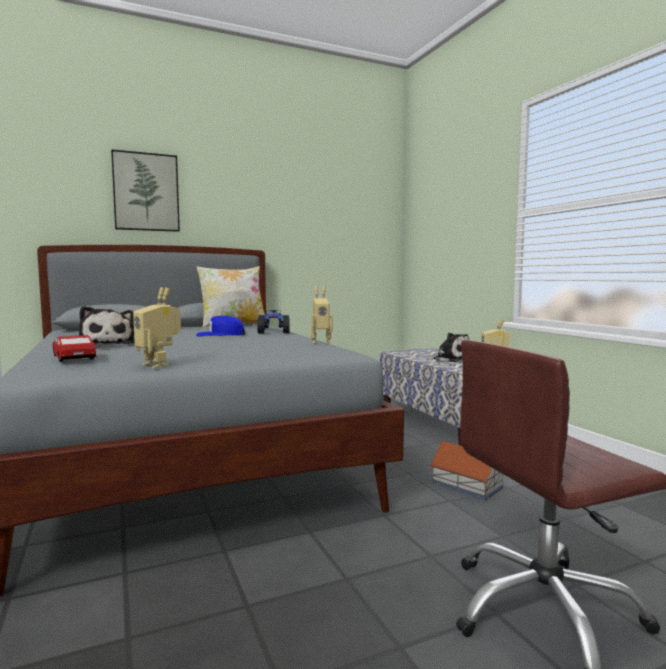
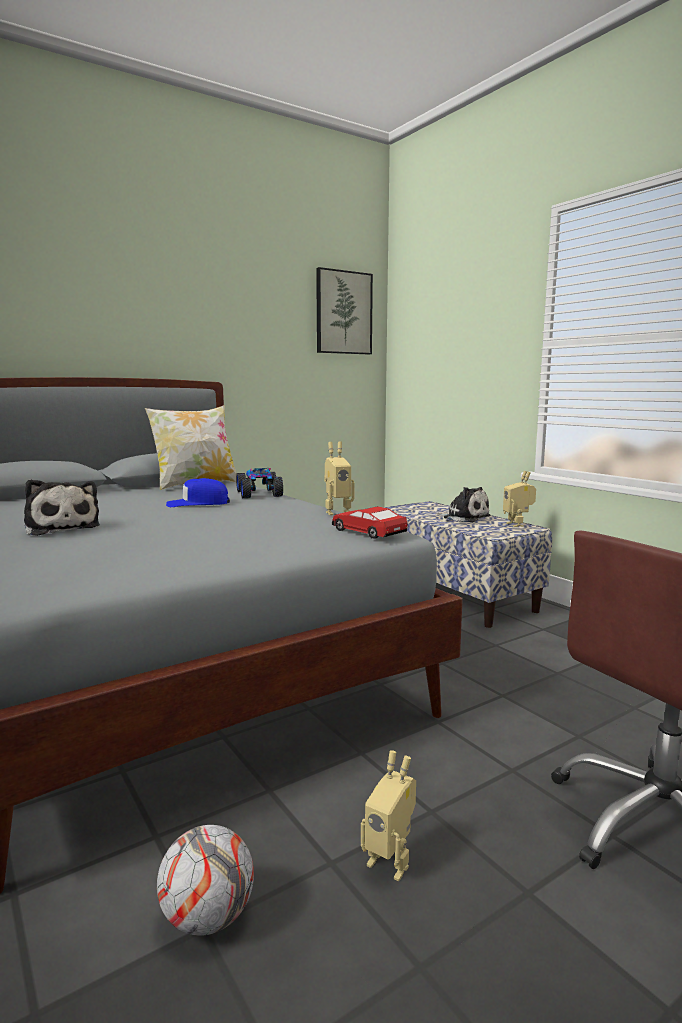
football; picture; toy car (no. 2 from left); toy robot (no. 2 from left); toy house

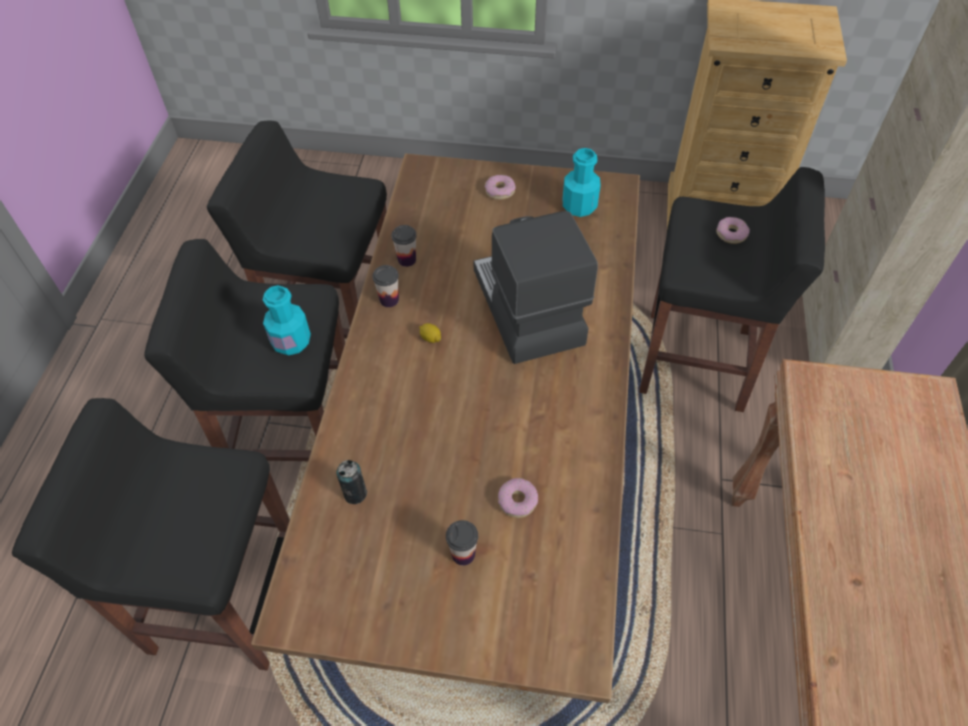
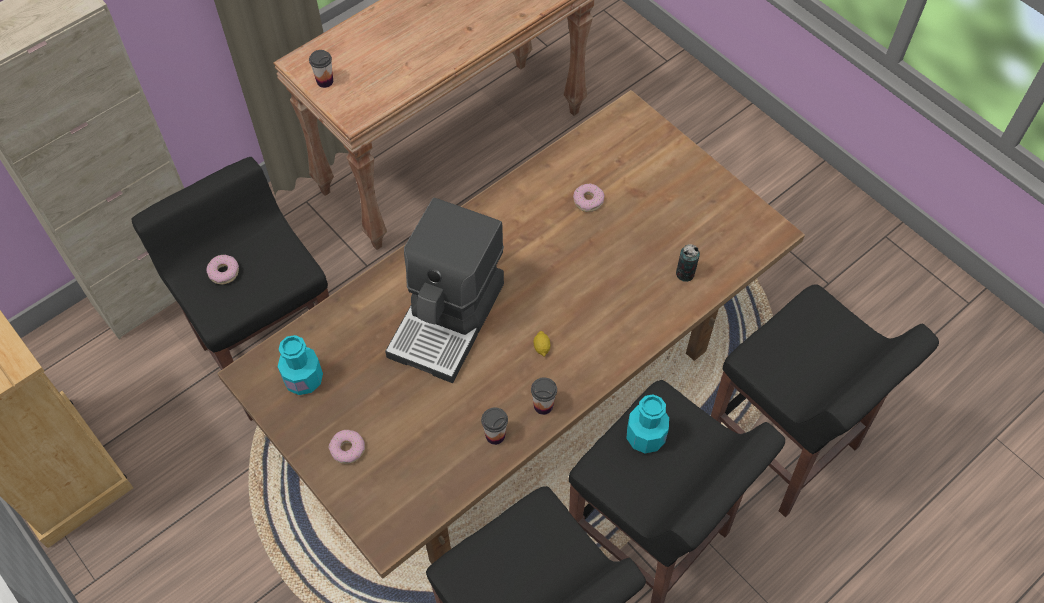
cup (no. 1 from left)

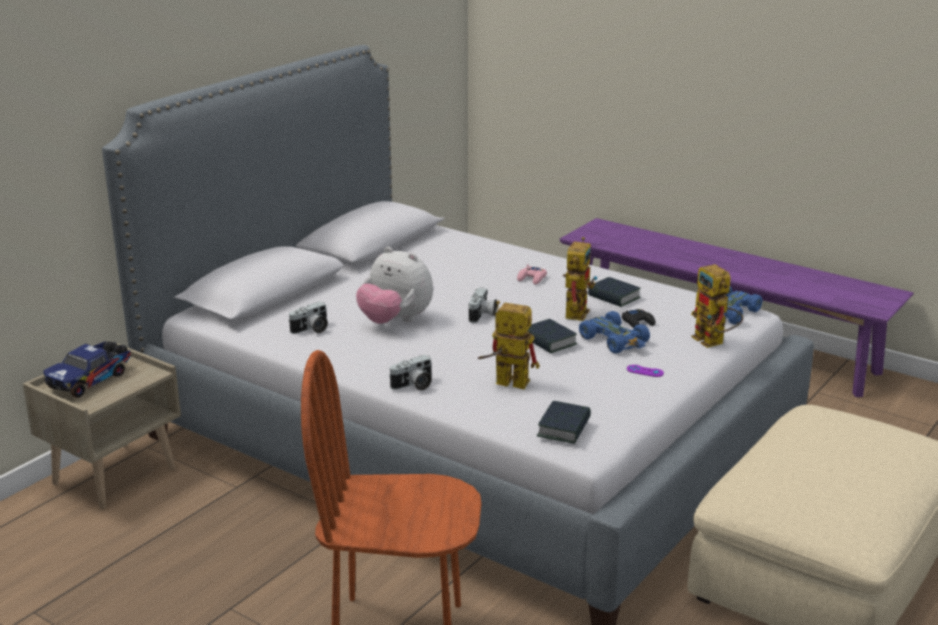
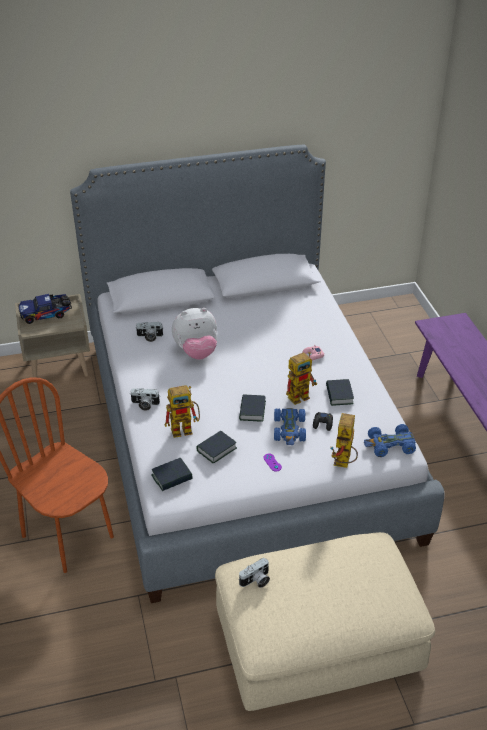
toy robot (no. 1 from left); plush toy; book (no. 2 from left); photo camera (no. 3 from left)

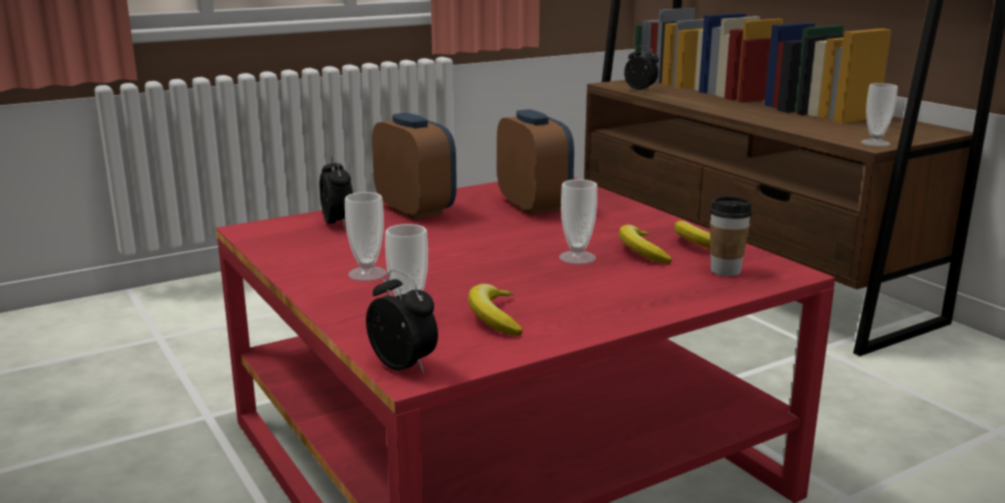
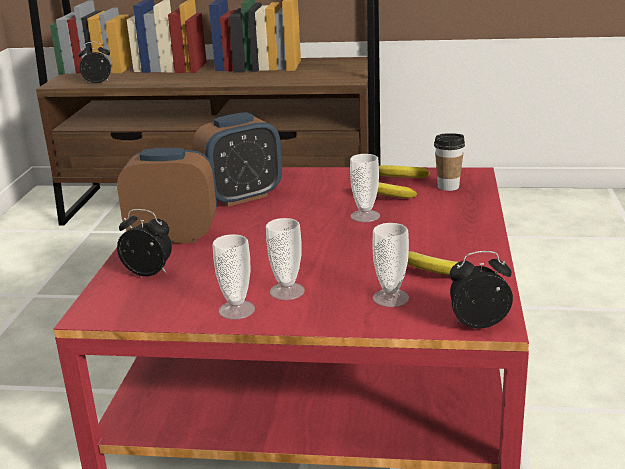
alarm clock (no. 4 from left); cup (no. 1 from left)

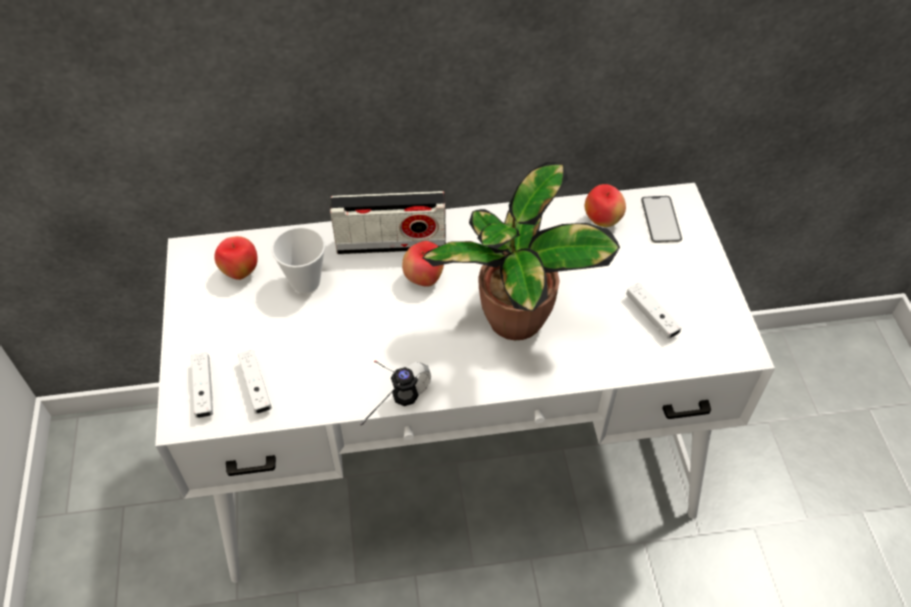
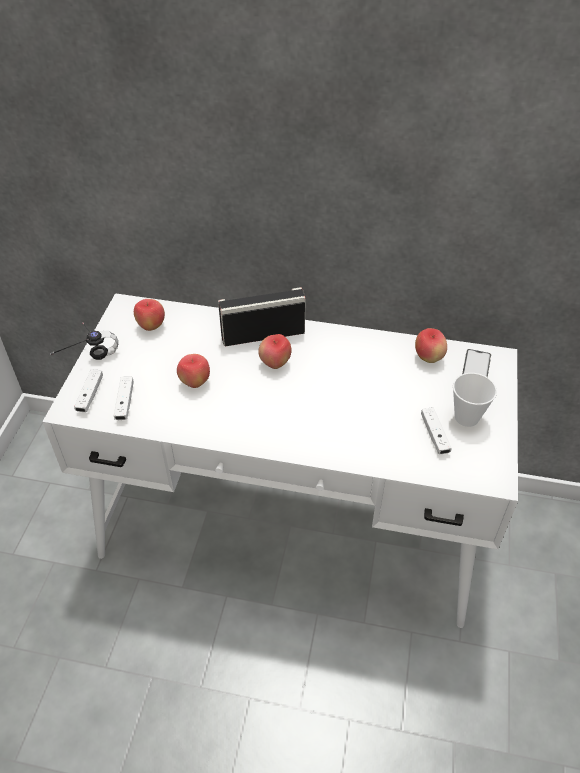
headphones; apple (no. 2 from left); radio; cup; potted plant

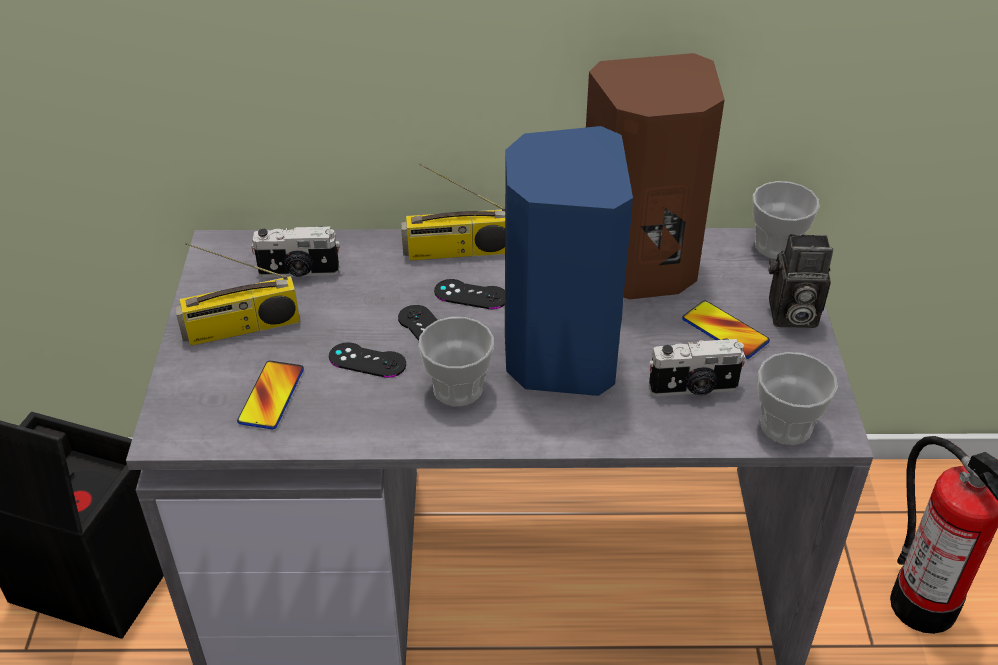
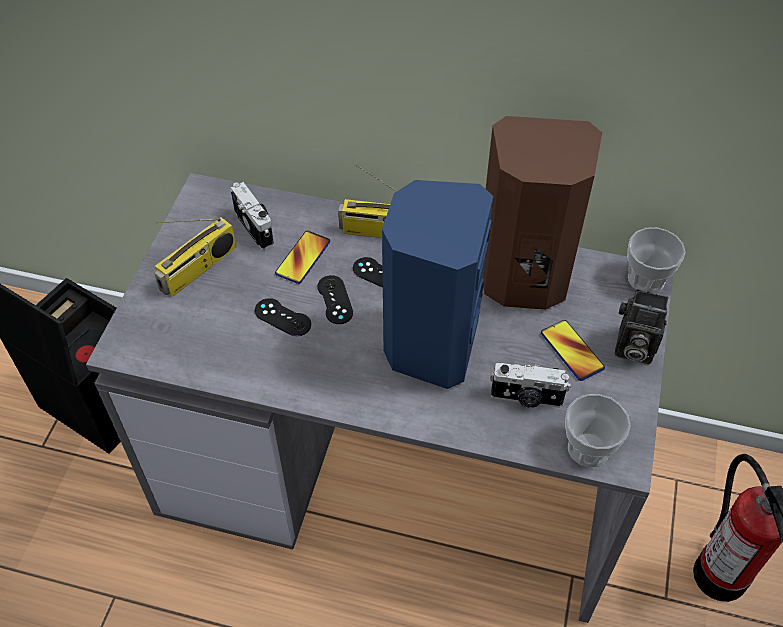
radio (no. 1 from left); photo camera (no. 1 from left); phone (no. 1 from left); cup (no. 1 from left in the first image)

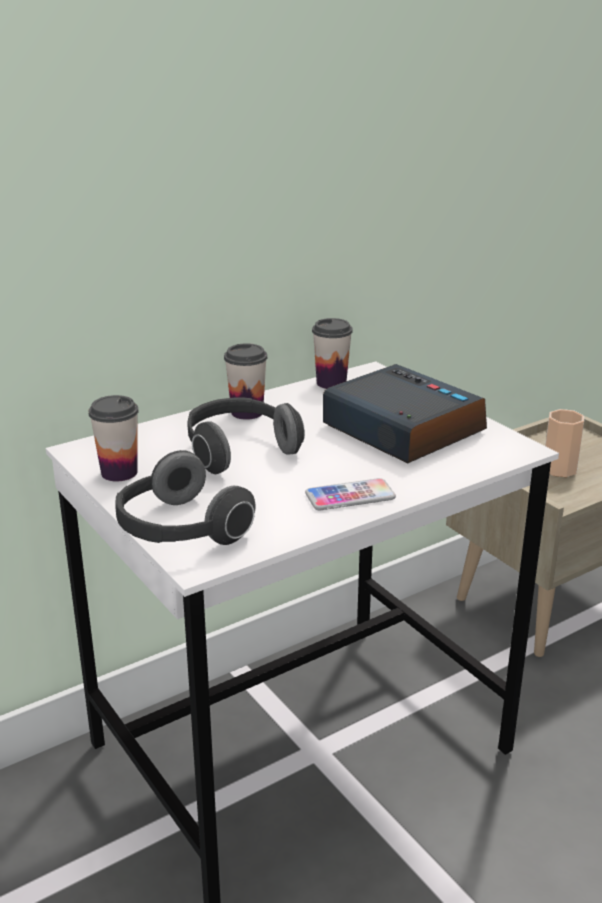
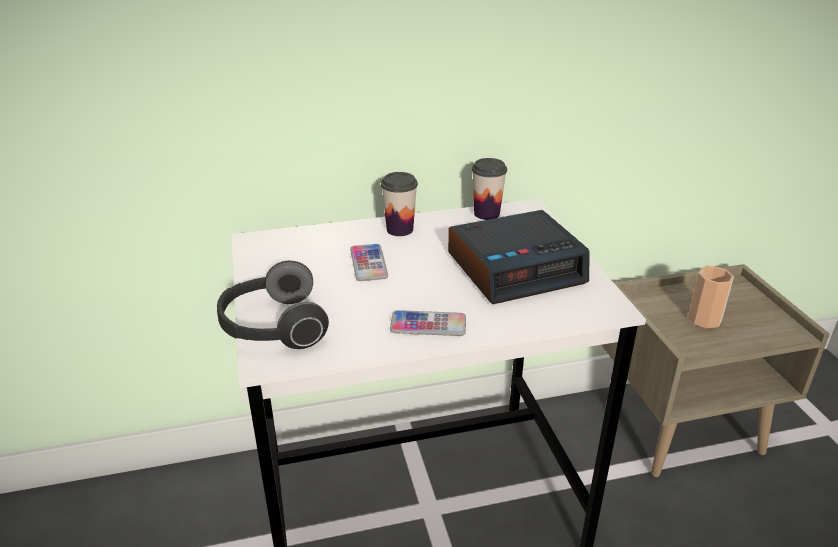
phone (no. 1 from left); alarm clock; cup (no. 1 from left in the first image)

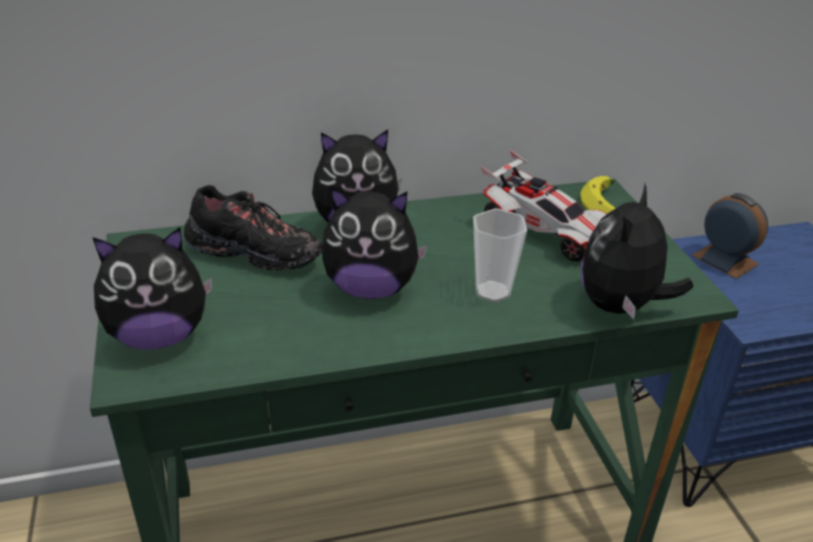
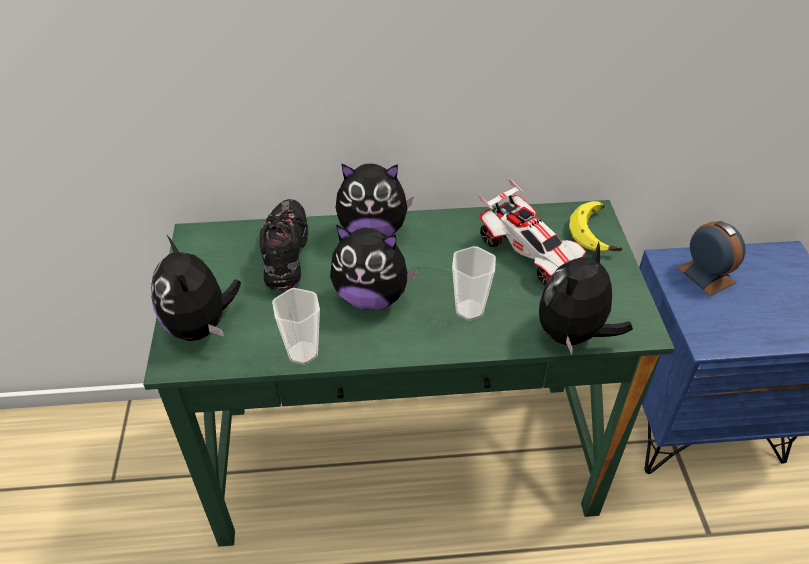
plush toy (no. 1 from left); black shoe; cup (no. 1 from left)

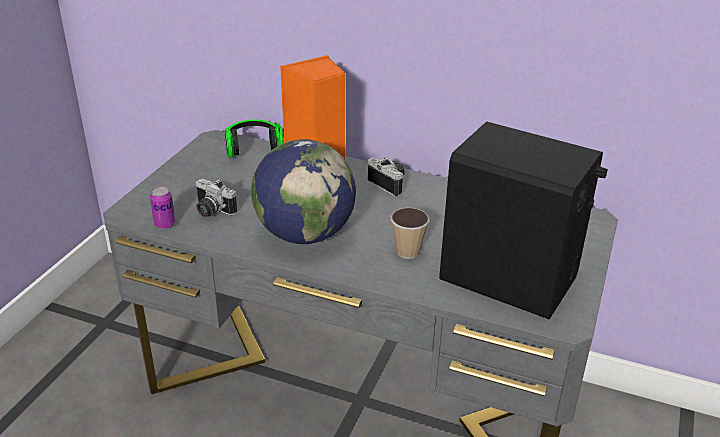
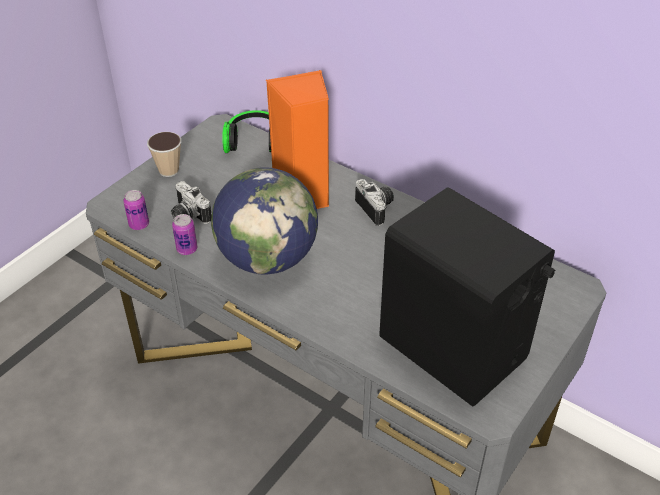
cup; can (no. 2 from left)

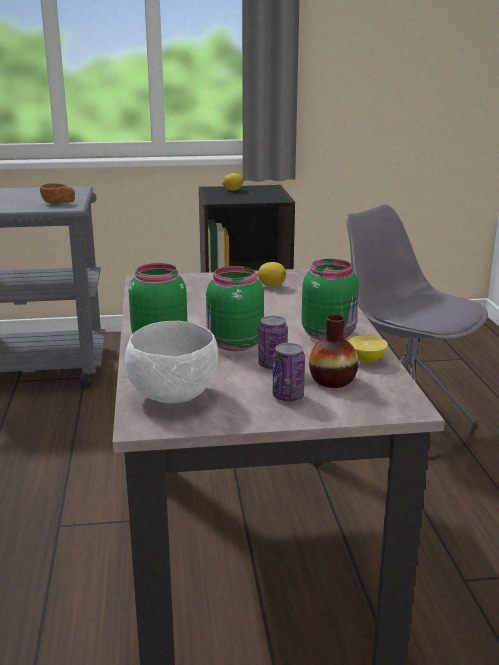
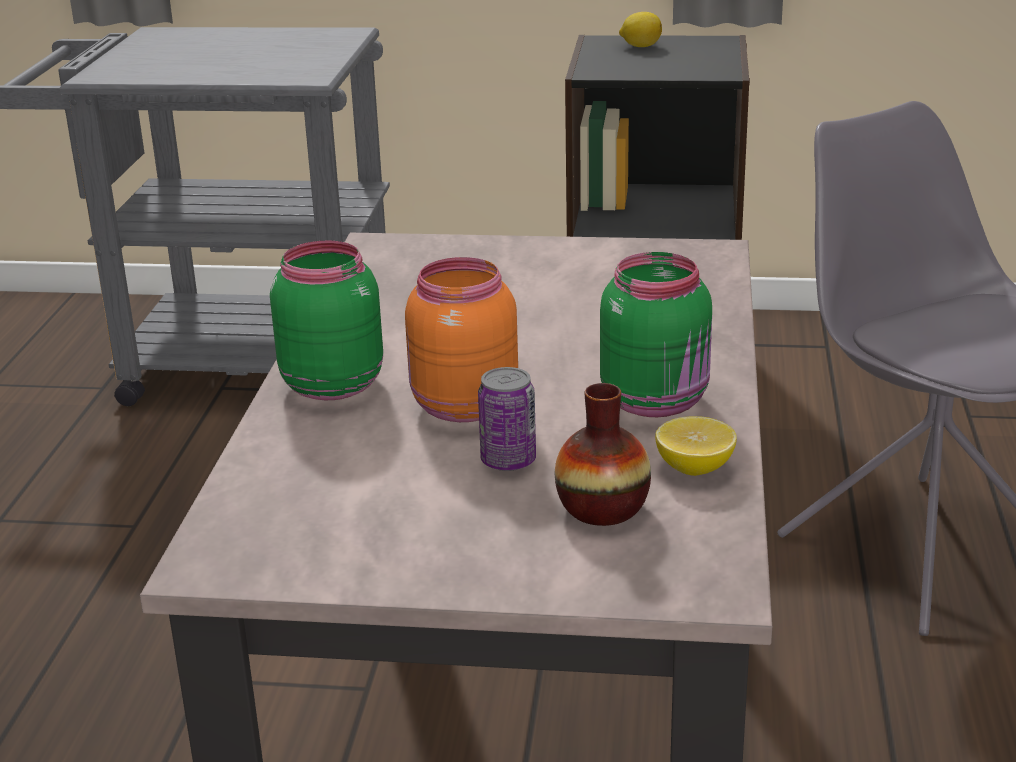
orange jar; brown cup; white bowl; lemon (no. 2 from left in the first image); can (no. 2 from left in the first image)

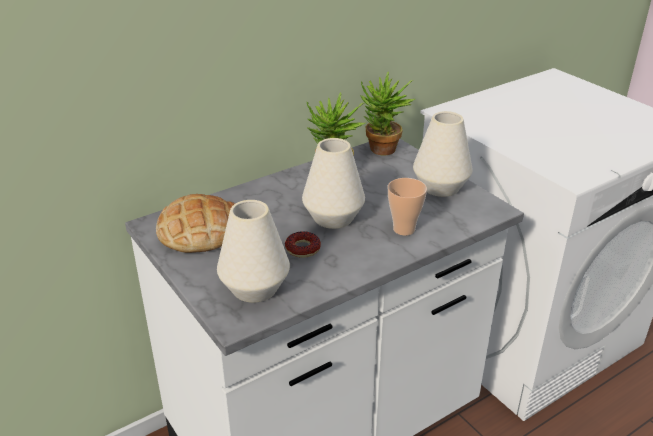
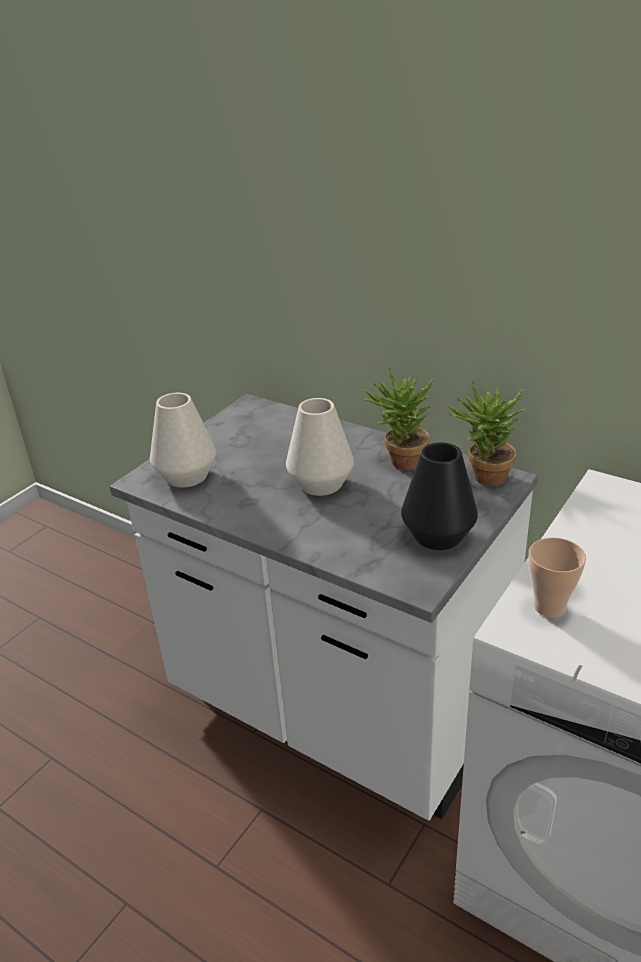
black vase; cup; bread; donut

